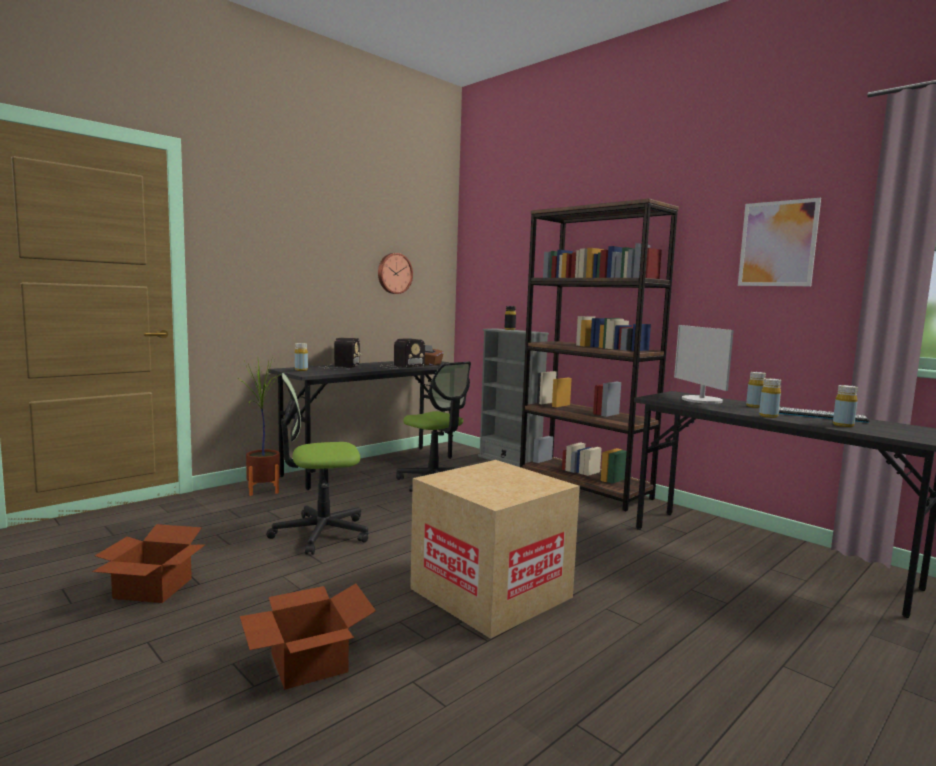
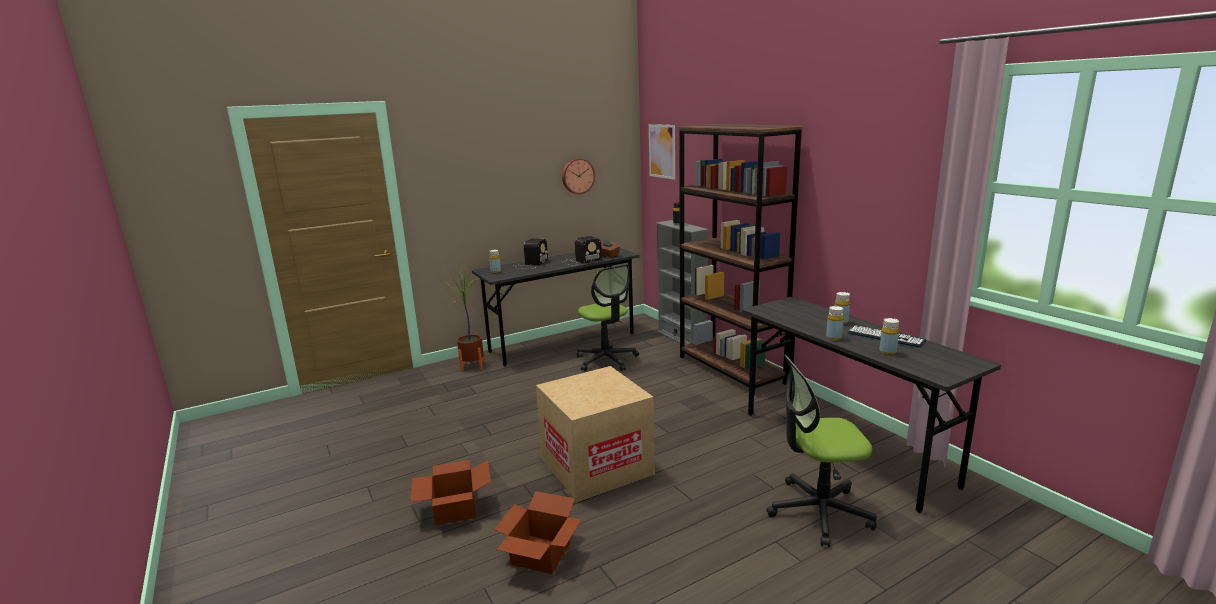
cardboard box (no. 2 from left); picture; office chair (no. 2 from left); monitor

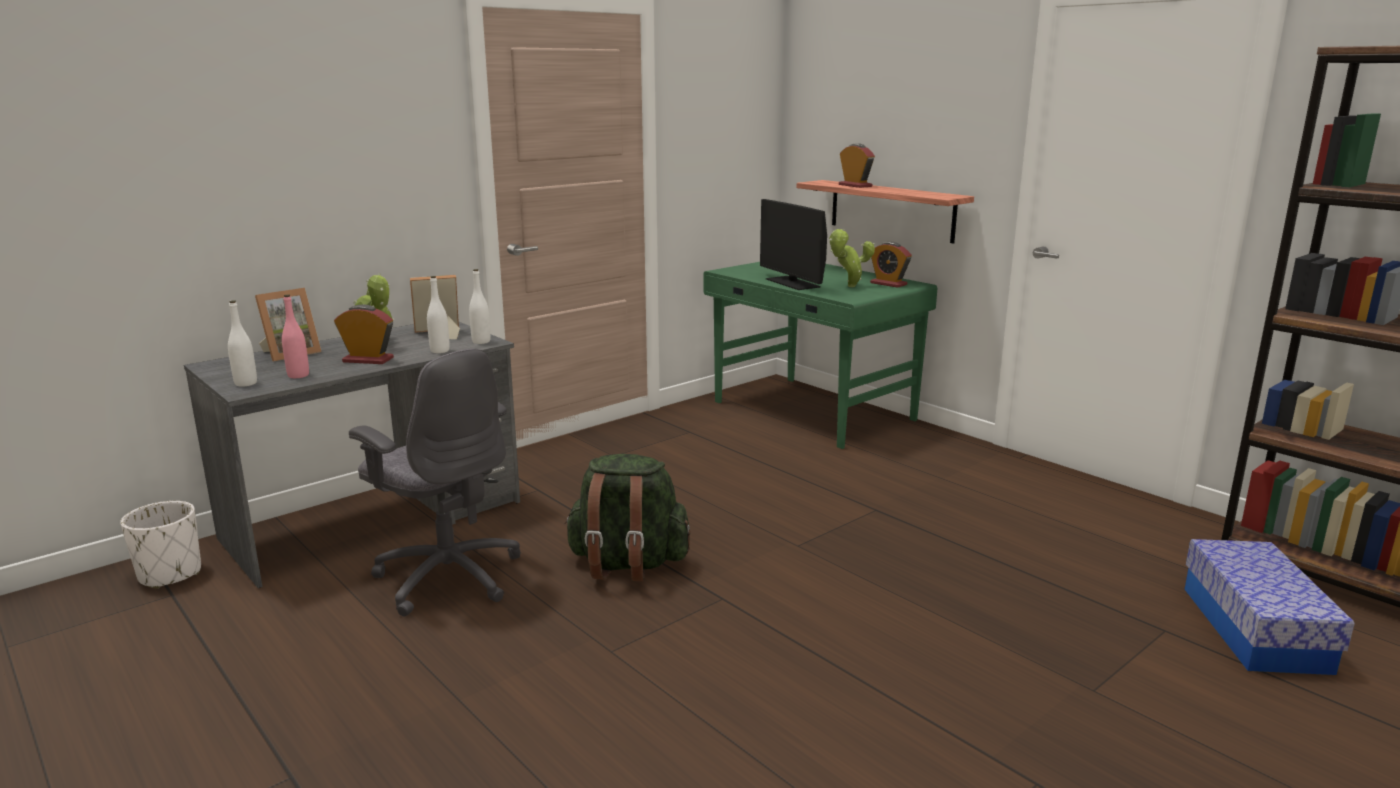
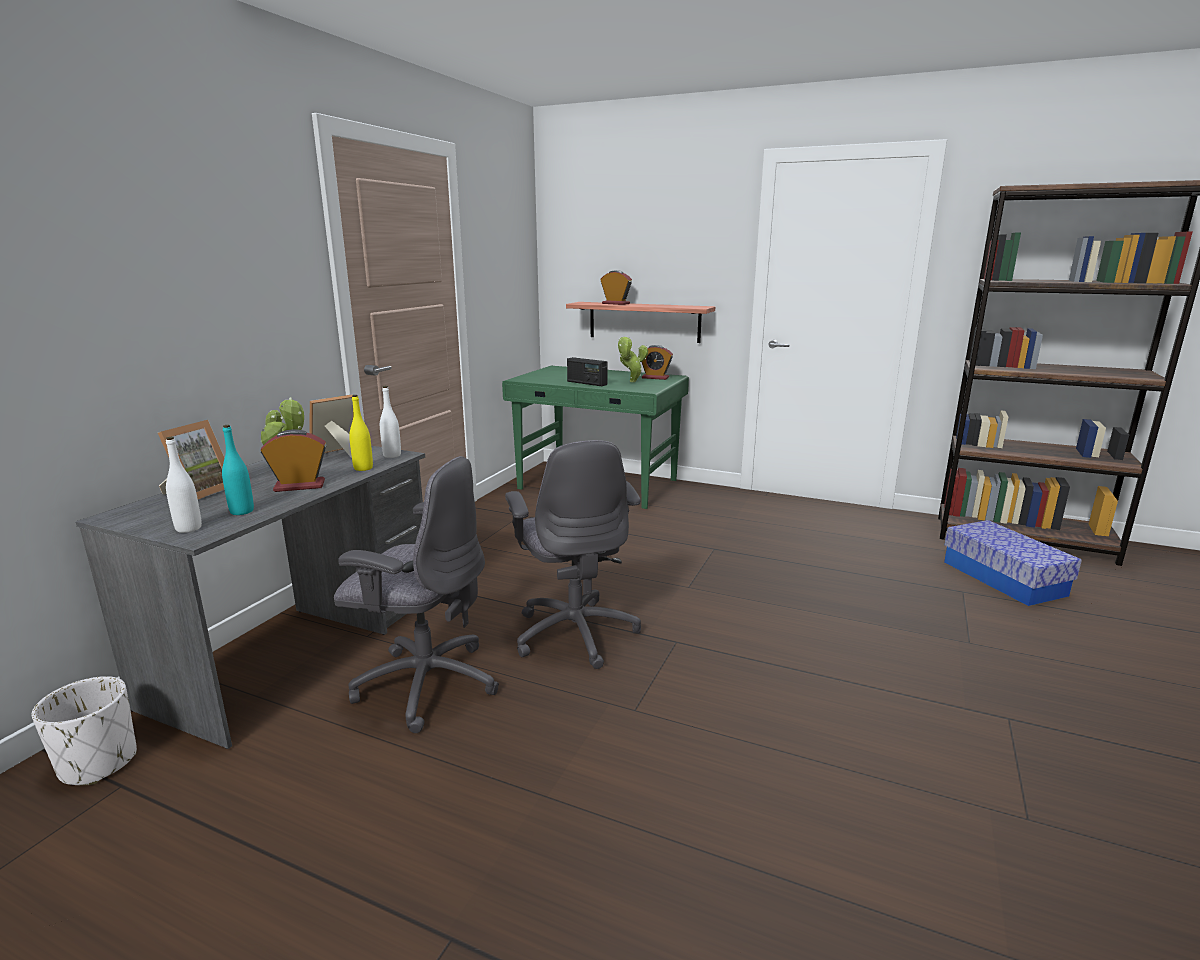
turquoise bottle; yellow bottle; grey office chair (no. 2 from left); radio

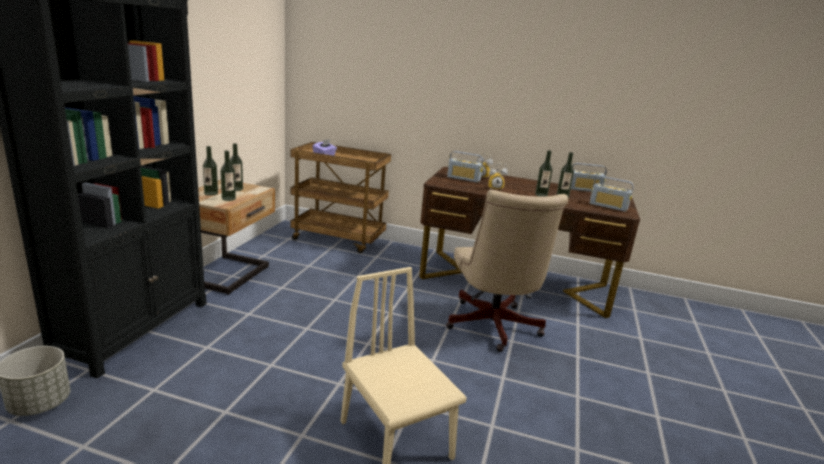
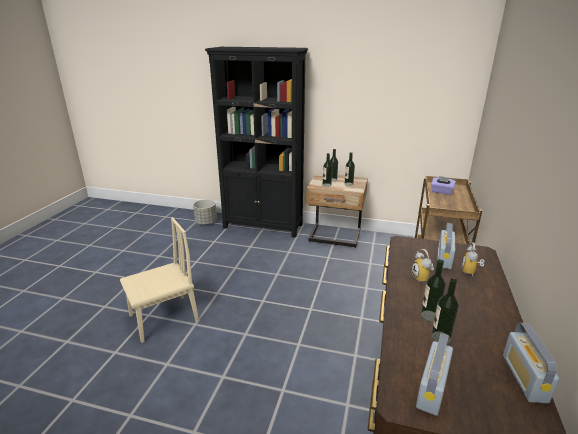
beige office chair

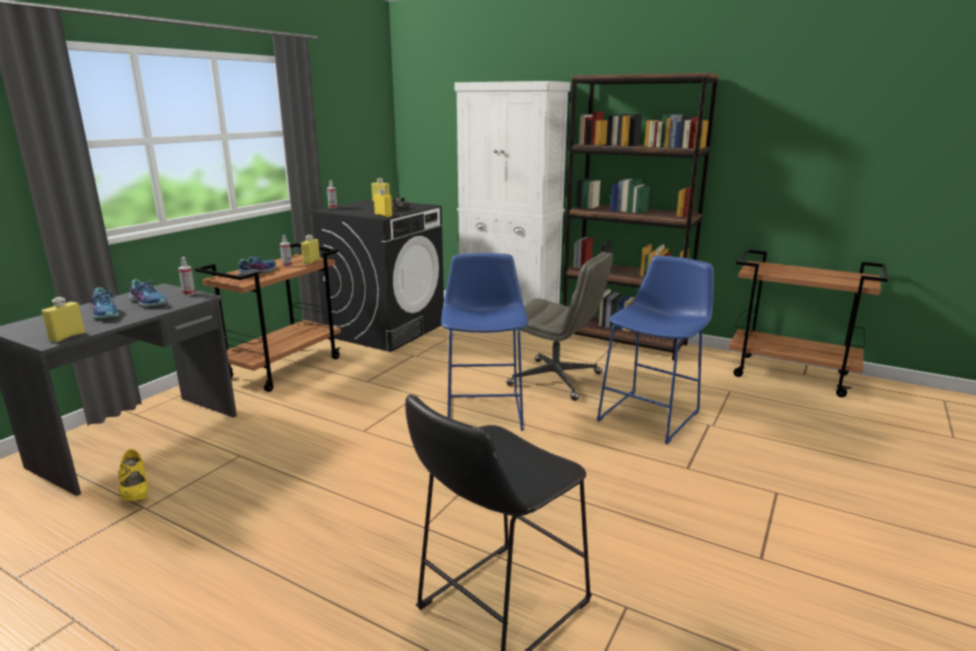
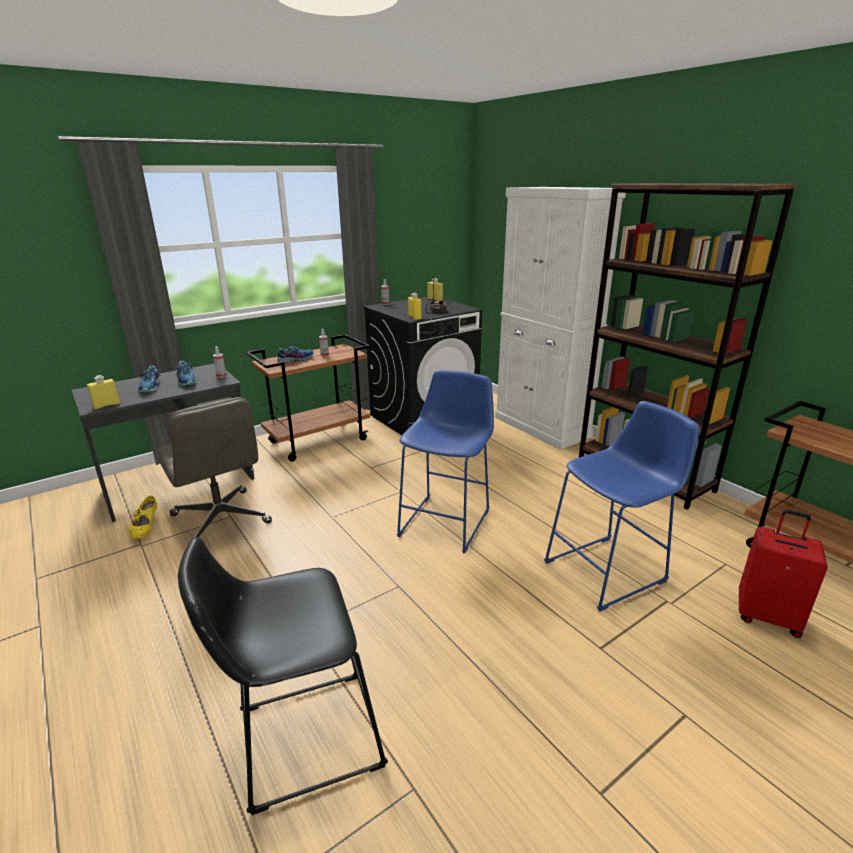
grey office chair; red suitcase; yellow bottle (no. 2 from left in the first image)

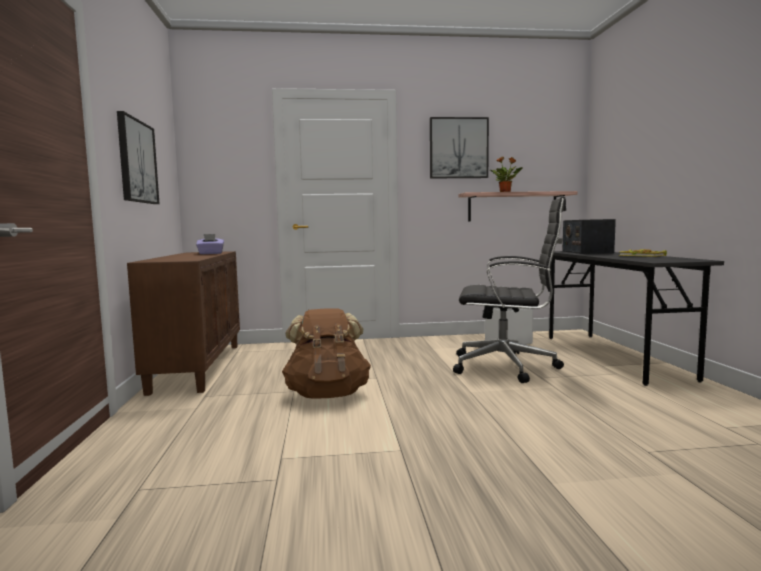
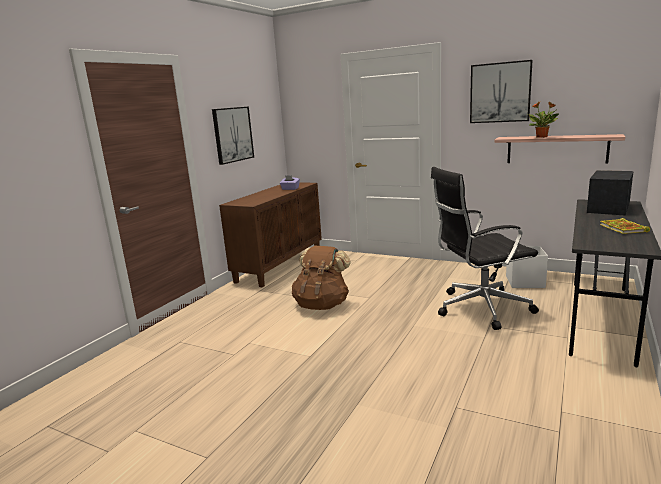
black office chair

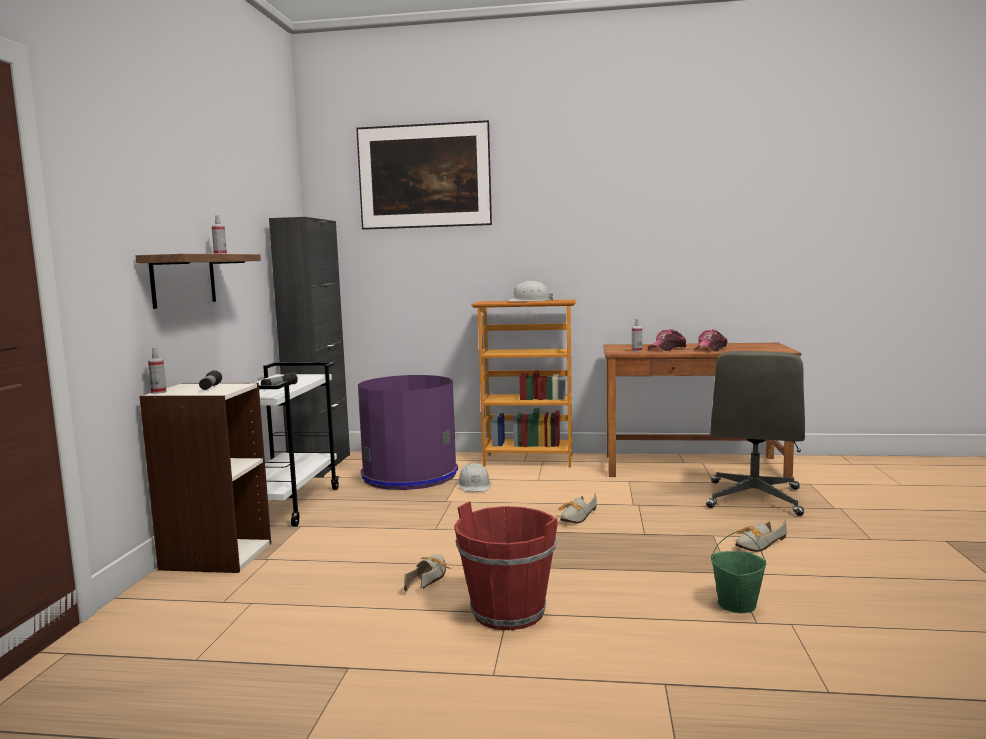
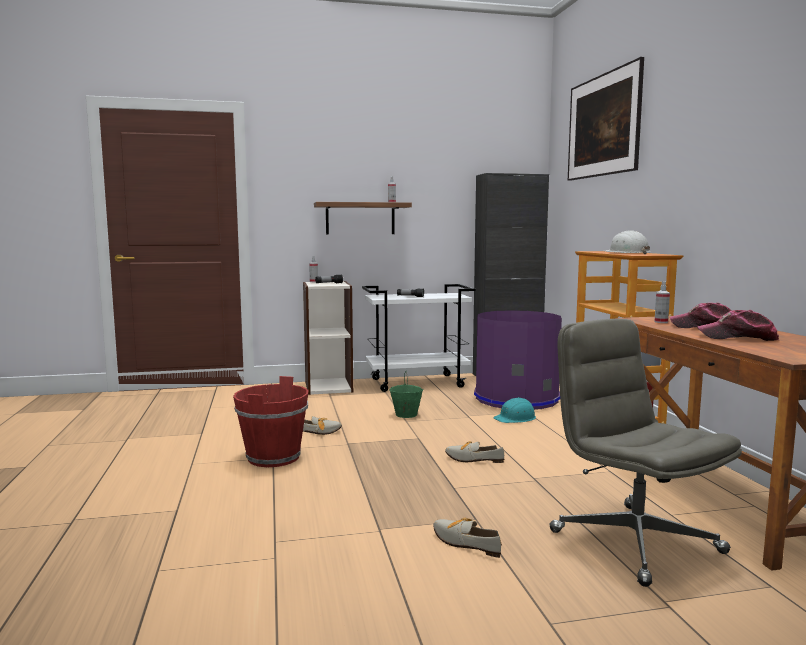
green bucket; turquoise hard hat; grey office chair

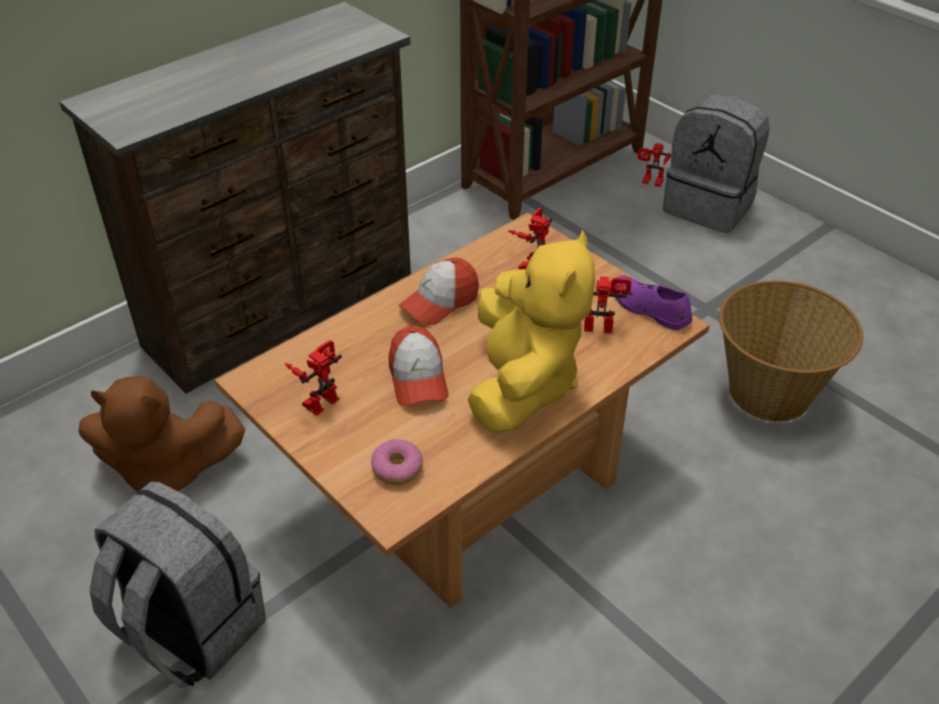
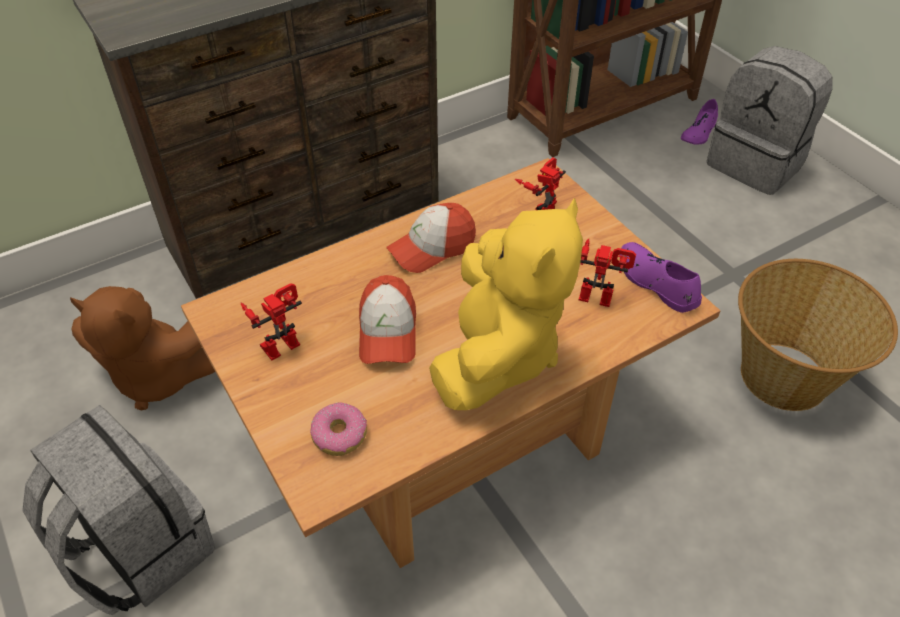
purple shoe (no. 2 from left)

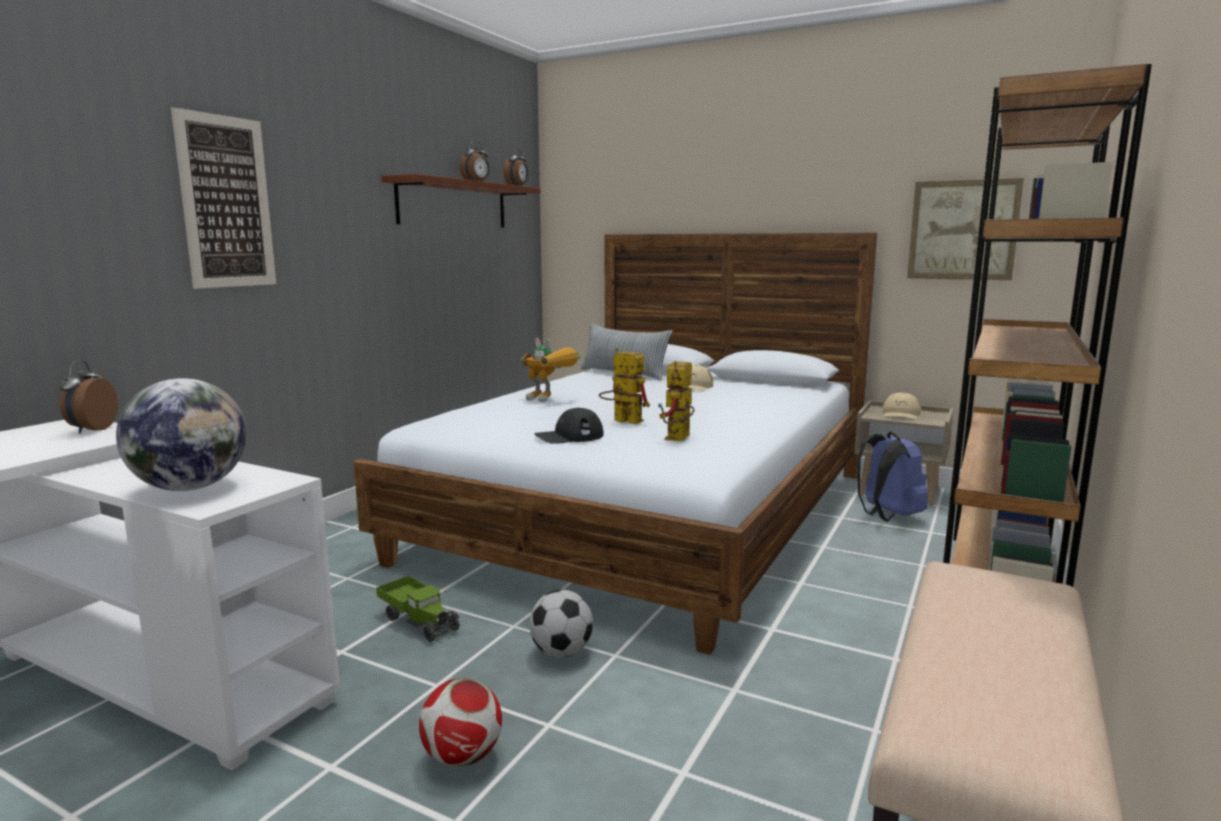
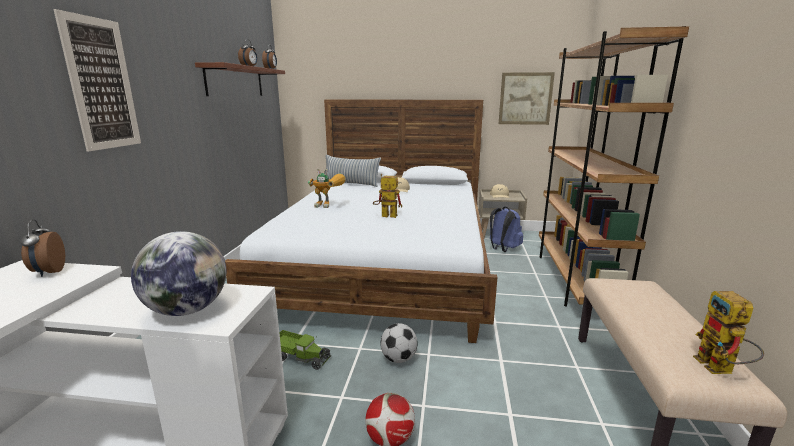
toy robot (no. 3 from left); black cap

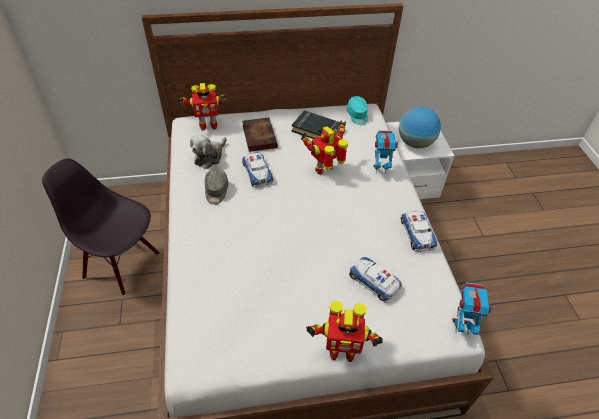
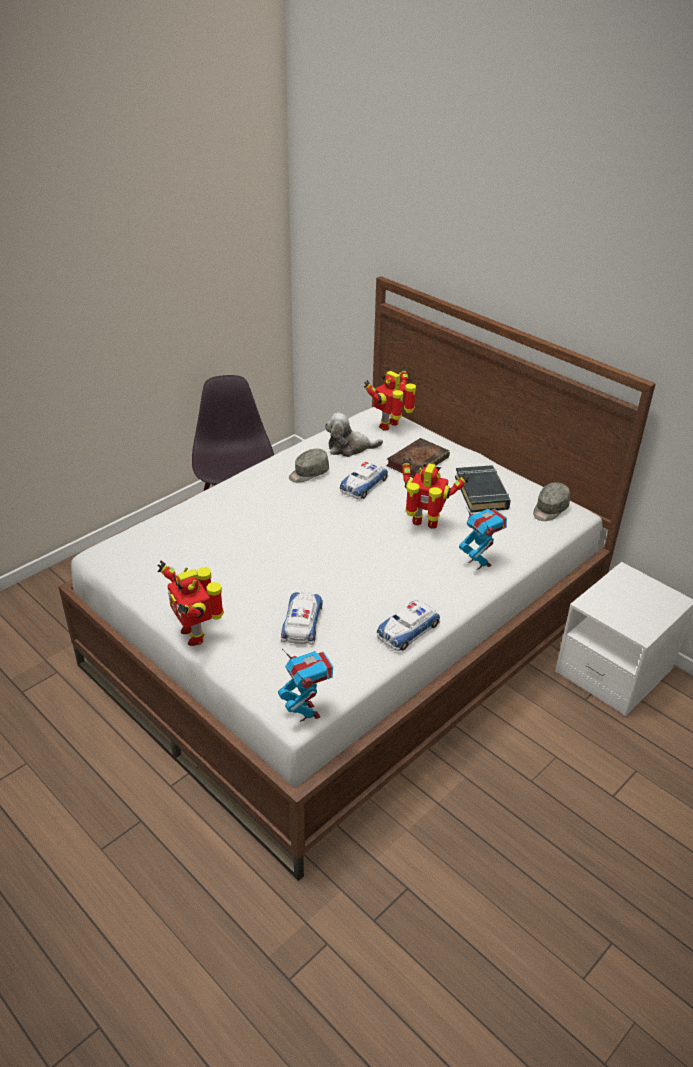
toy robot (no. 3 from left); grey cap (no. 2 from left); globe

